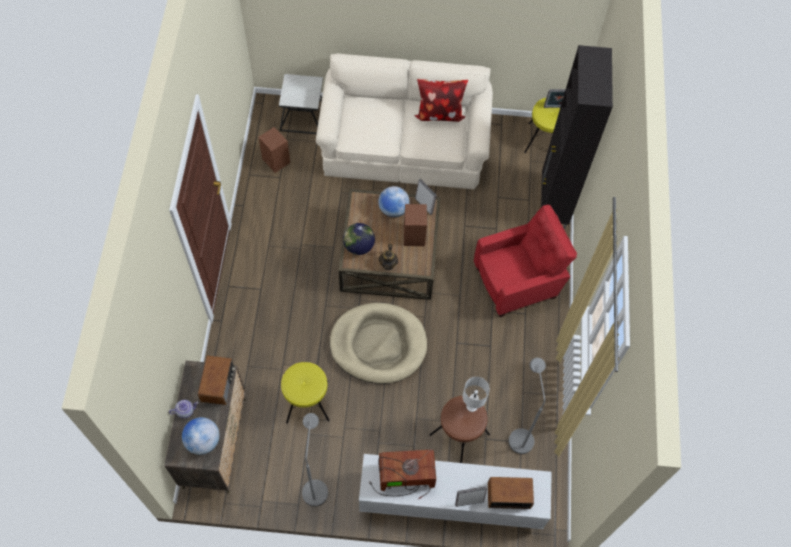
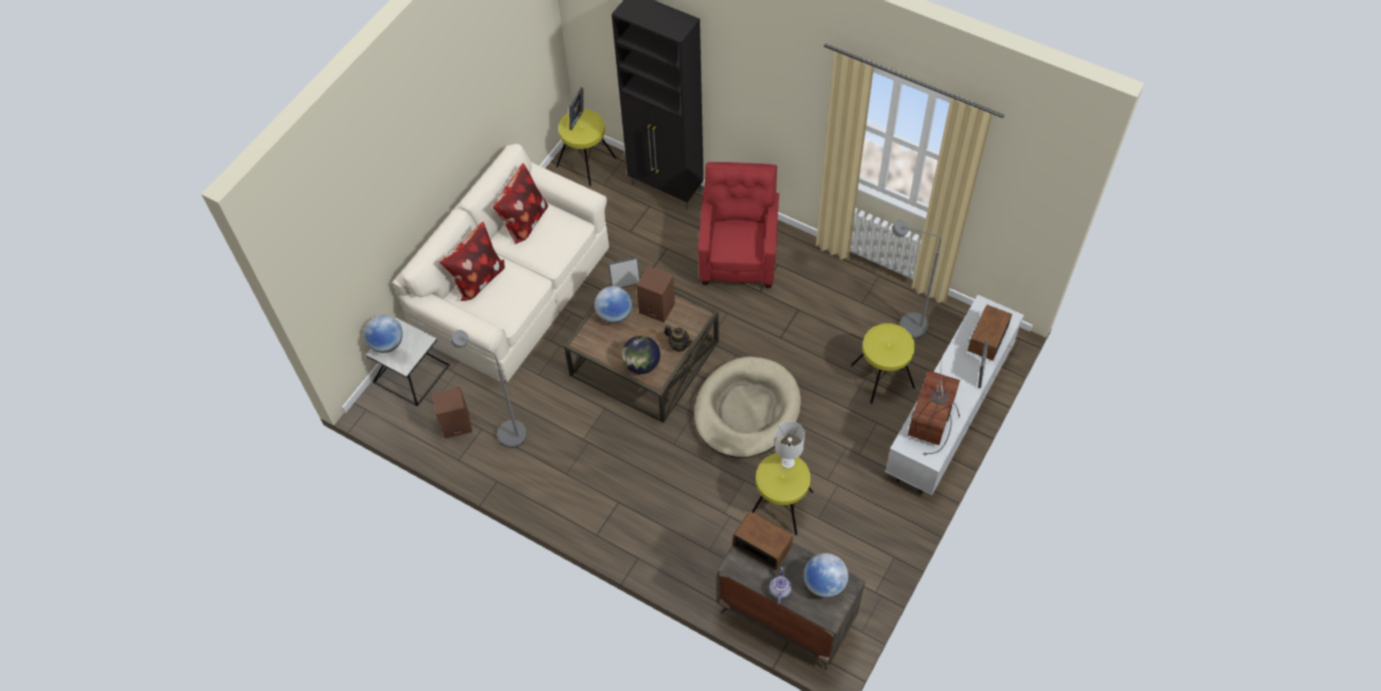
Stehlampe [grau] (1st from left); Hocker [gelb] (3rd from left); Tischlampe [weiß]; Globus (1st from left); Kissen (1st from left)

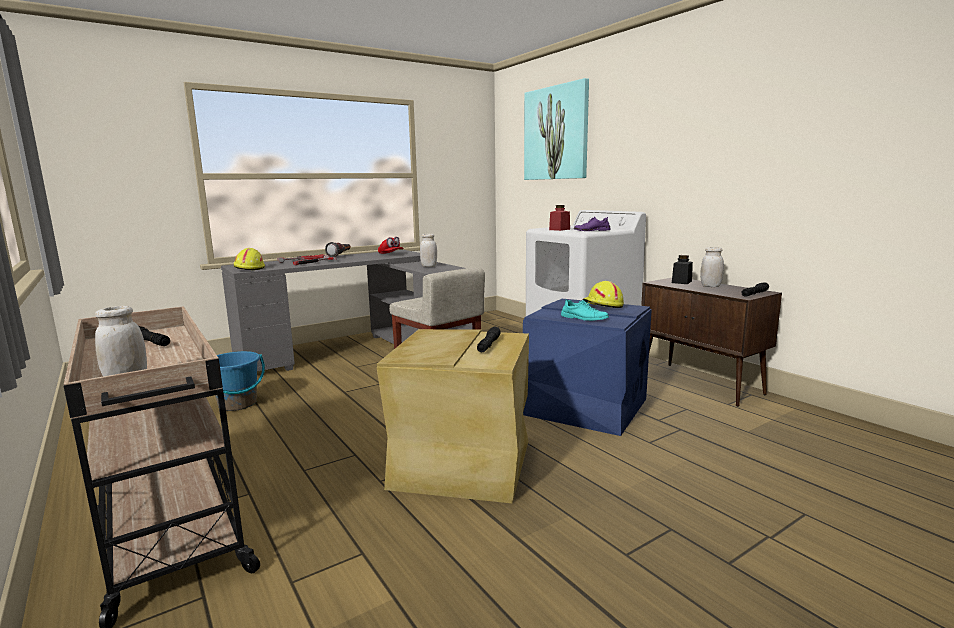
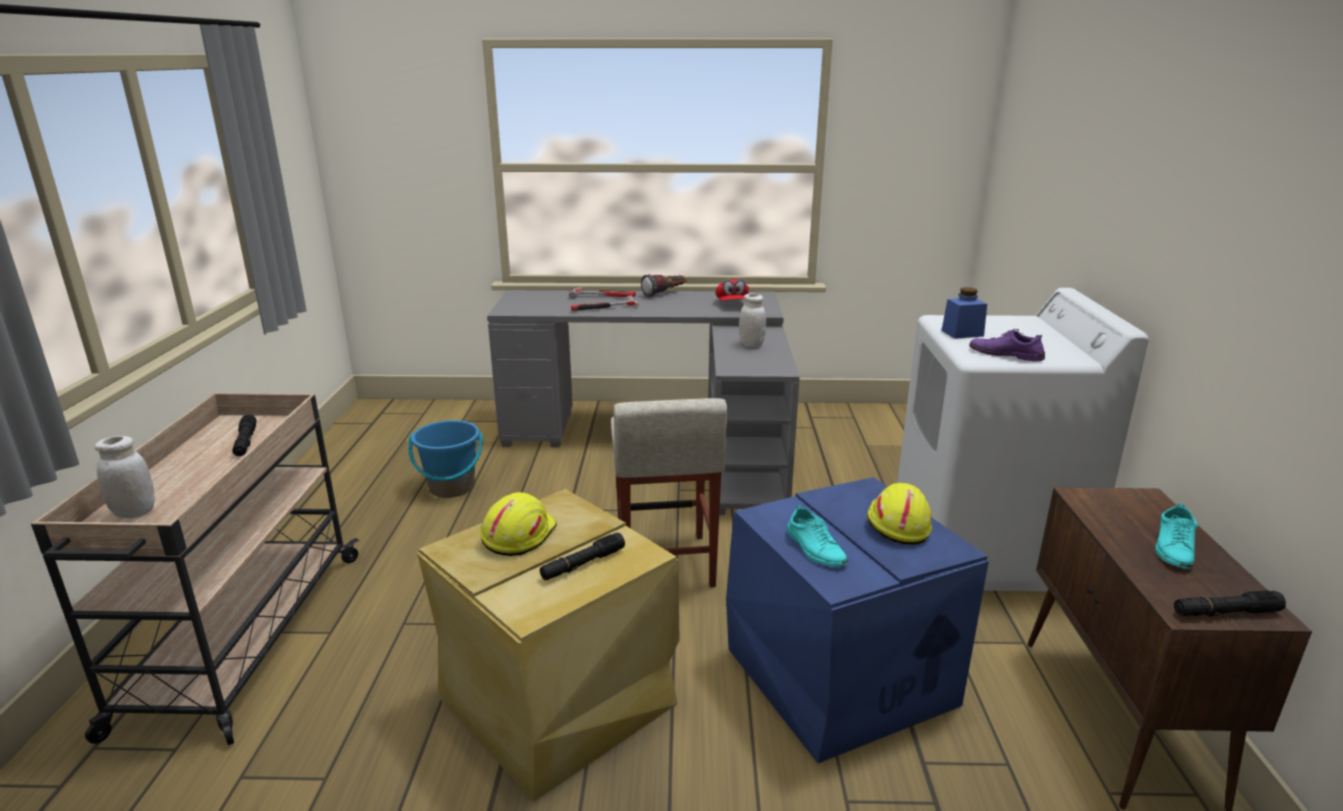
Schutzhelm [gelb] (1st from left); Bild; Vorratsglas [blau]; Vorratsglas [schwarz]; Schuh [türkis] (2nd from left)

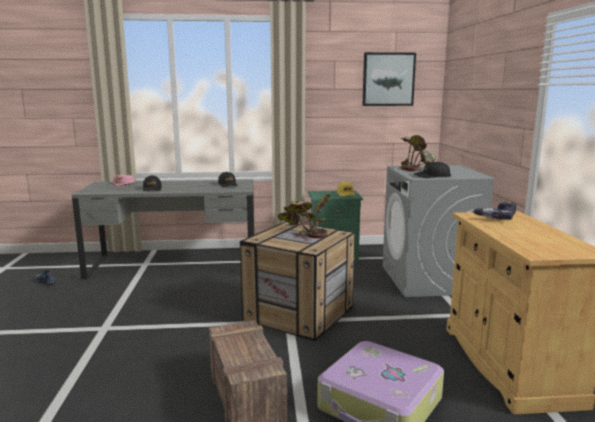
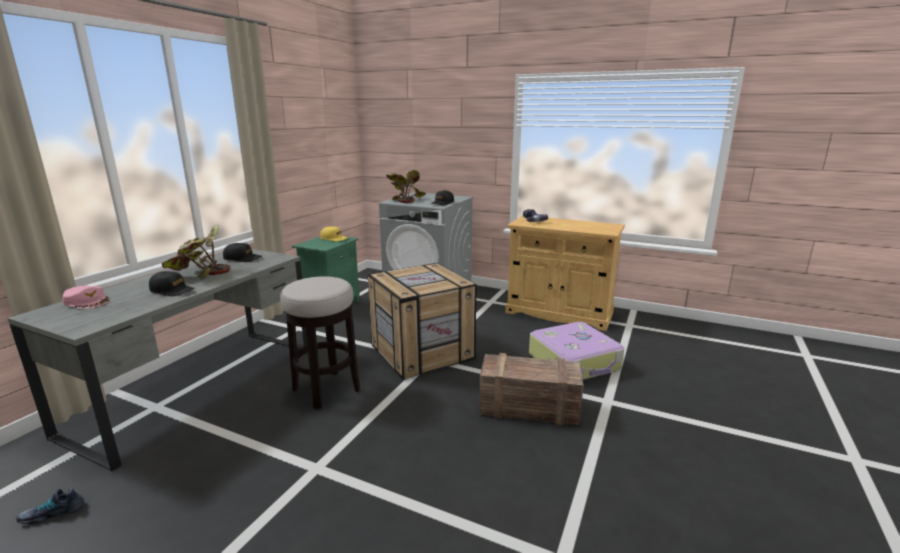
Topfpflanze (1st from left); Bild; Hocker

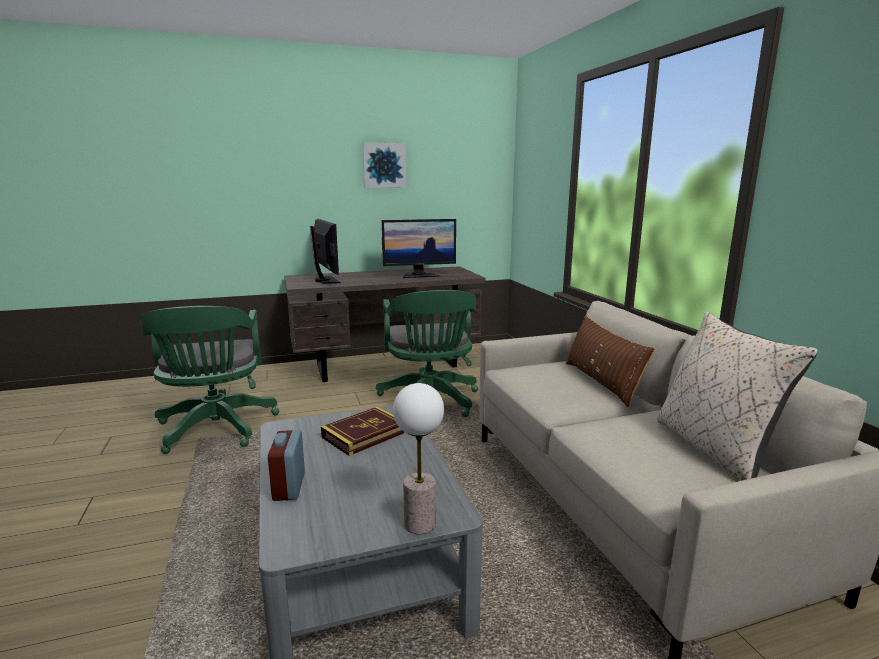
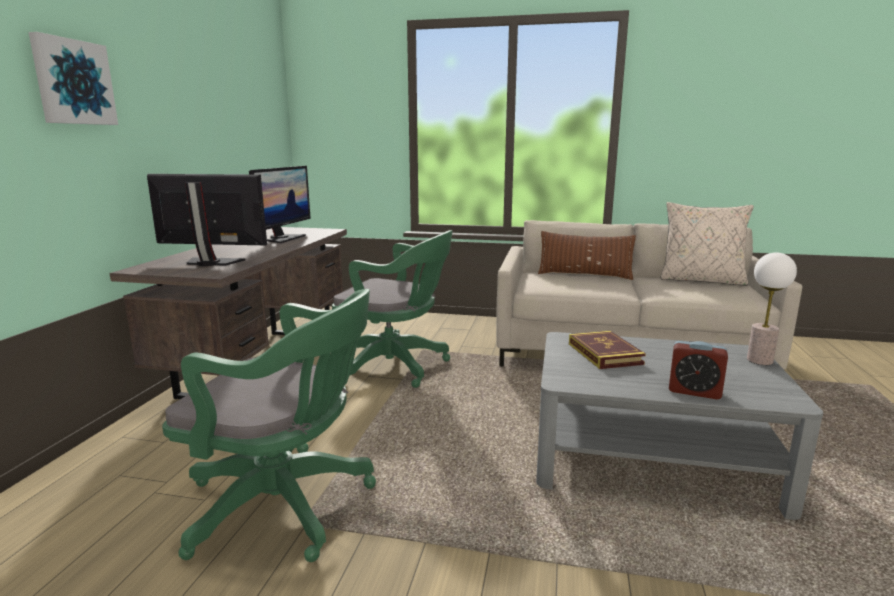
Bild

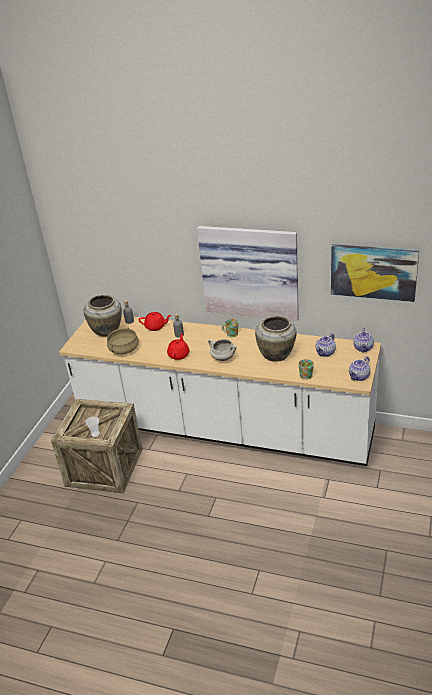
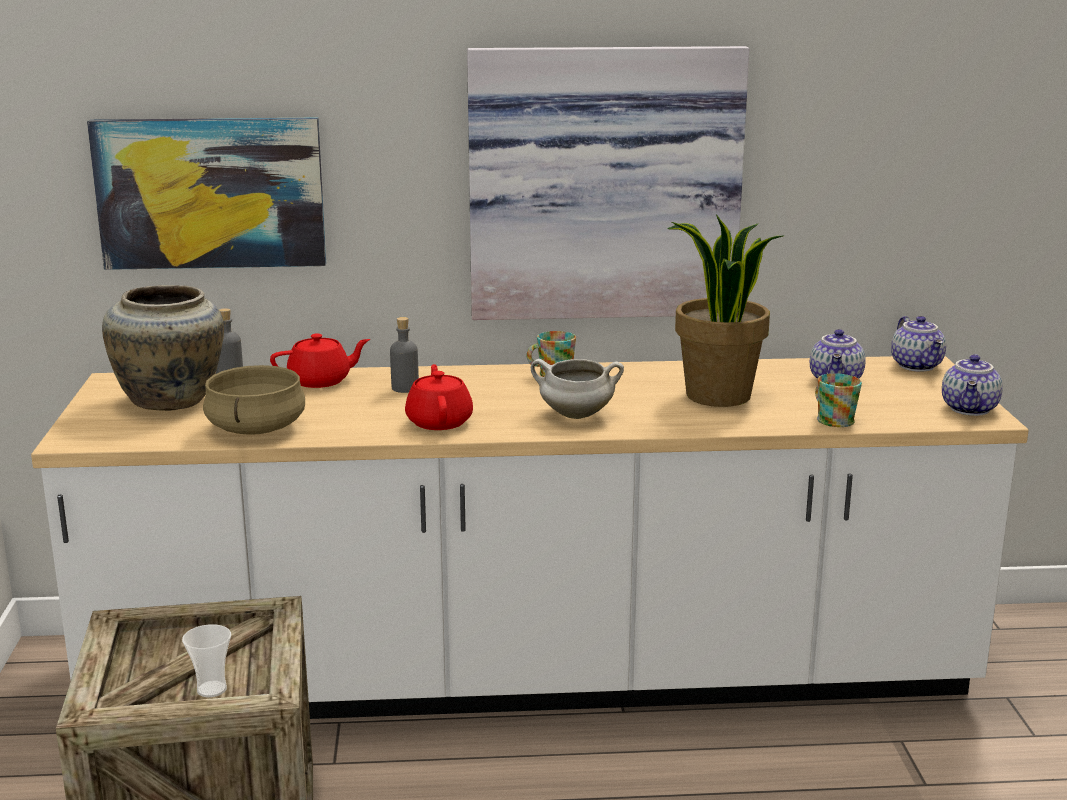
Topfpflanze; Bild (1st from left)

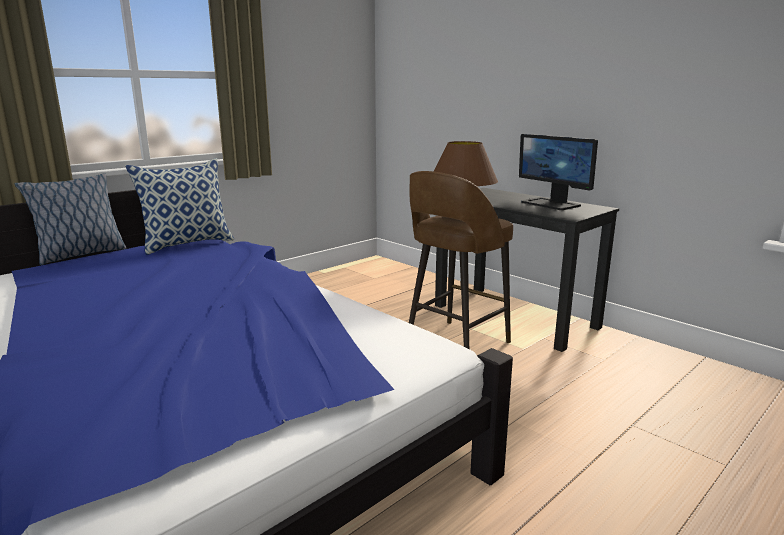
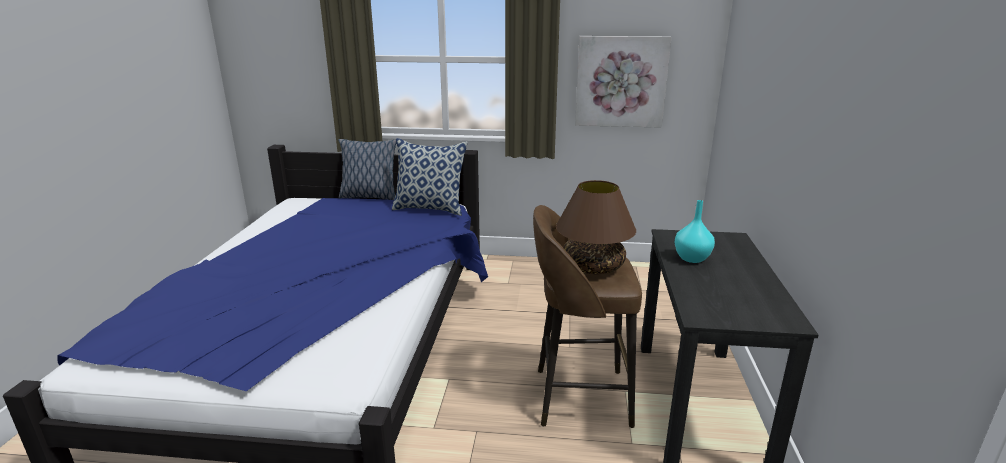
Monitor; Bild; Vase [türkis]

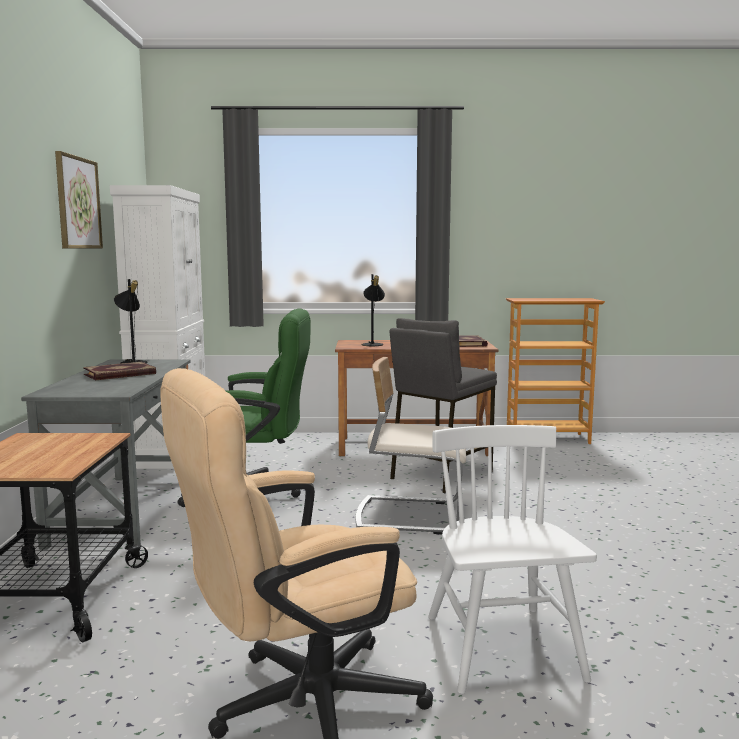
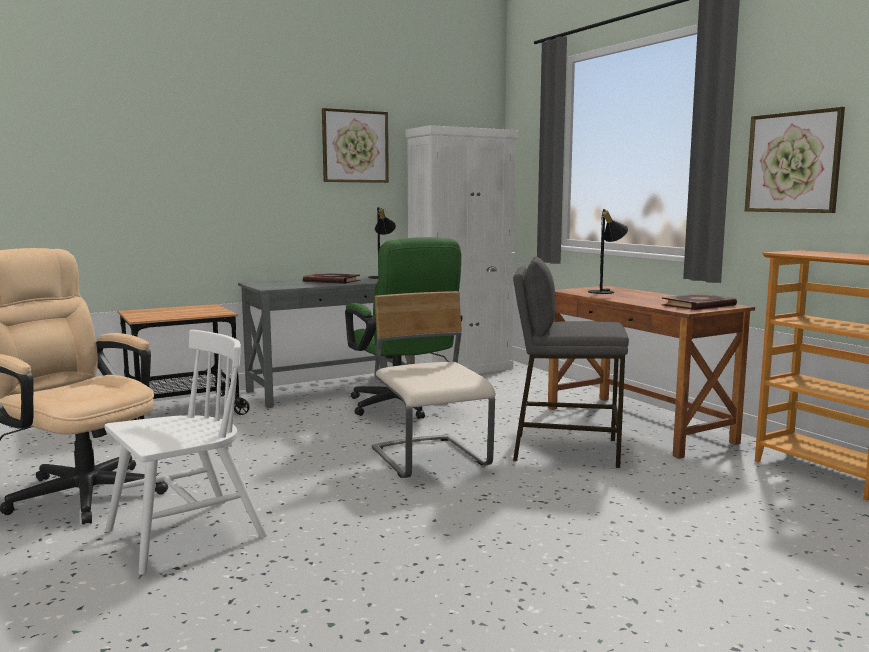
Bild (2nd from left)

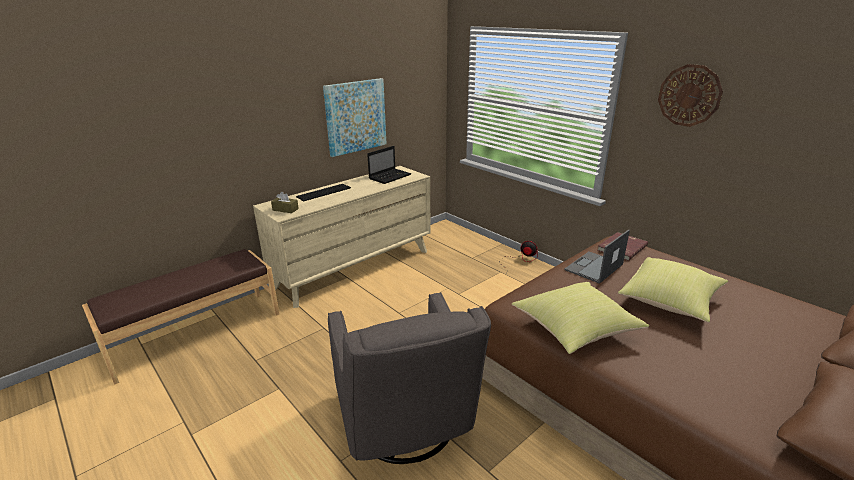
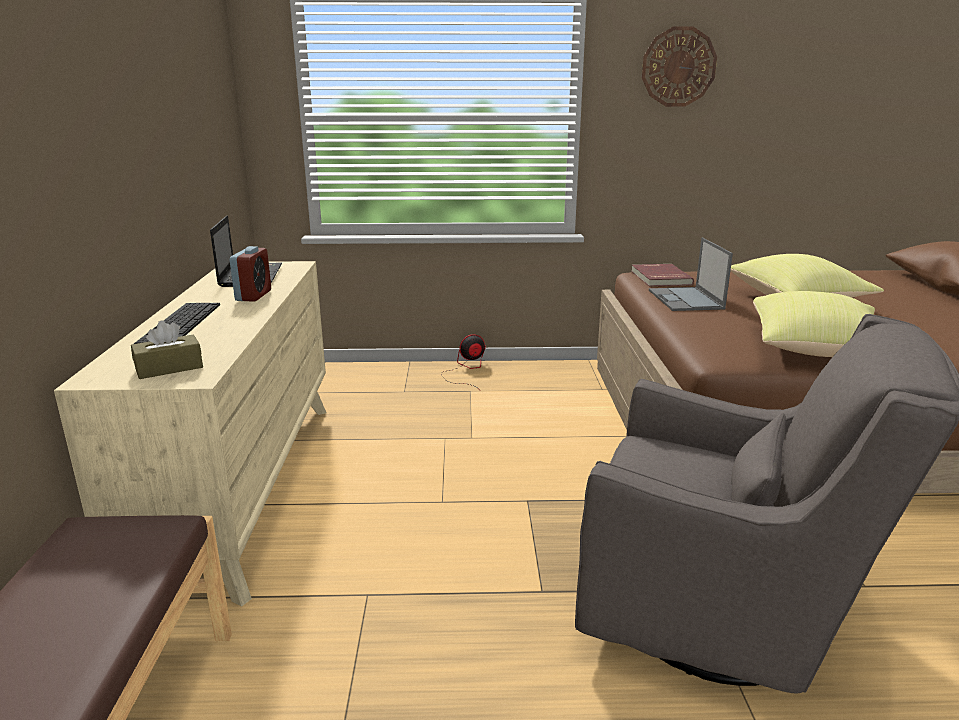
Bild; Wecker

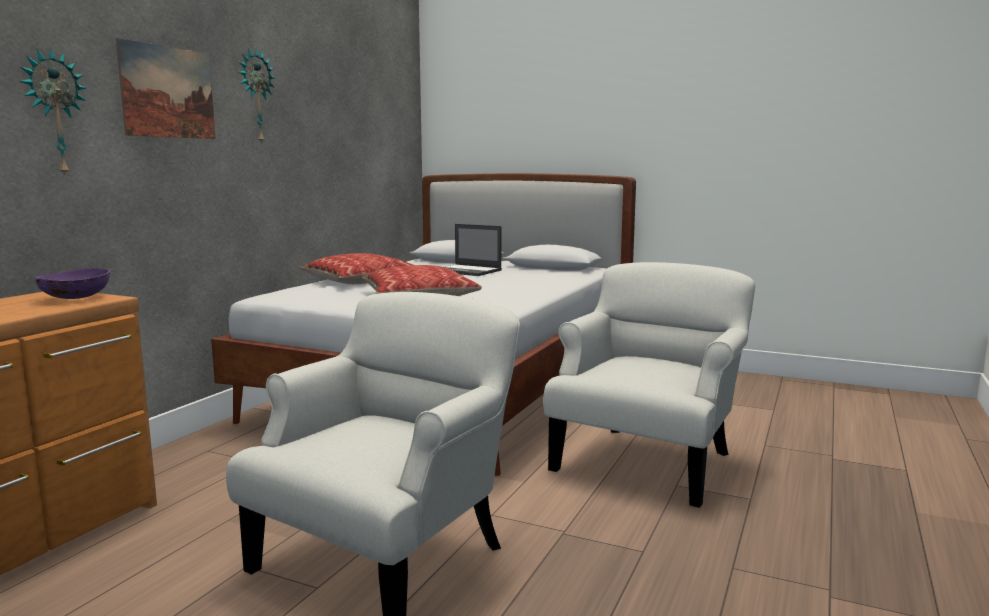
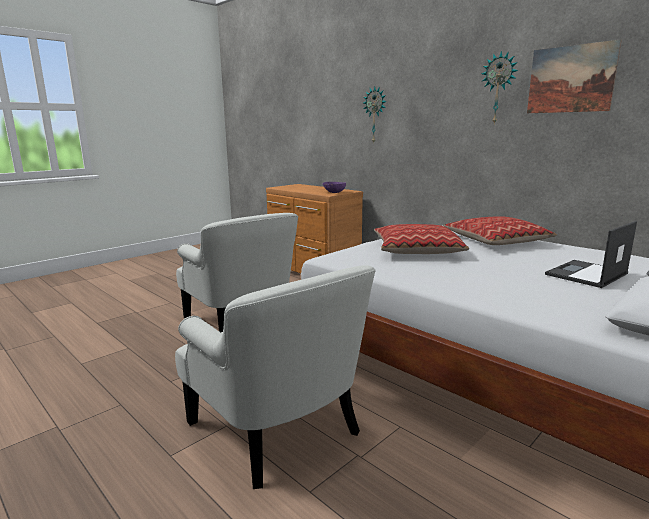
Bild

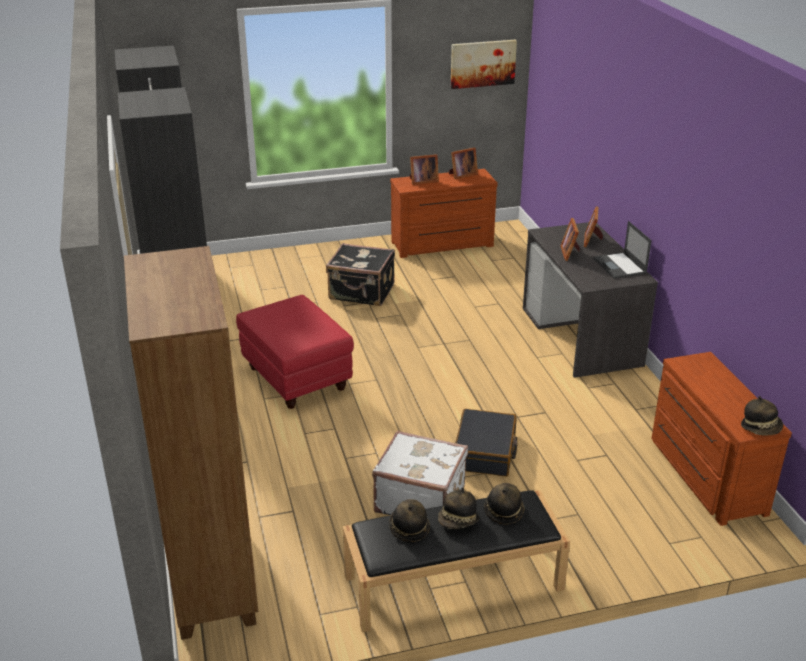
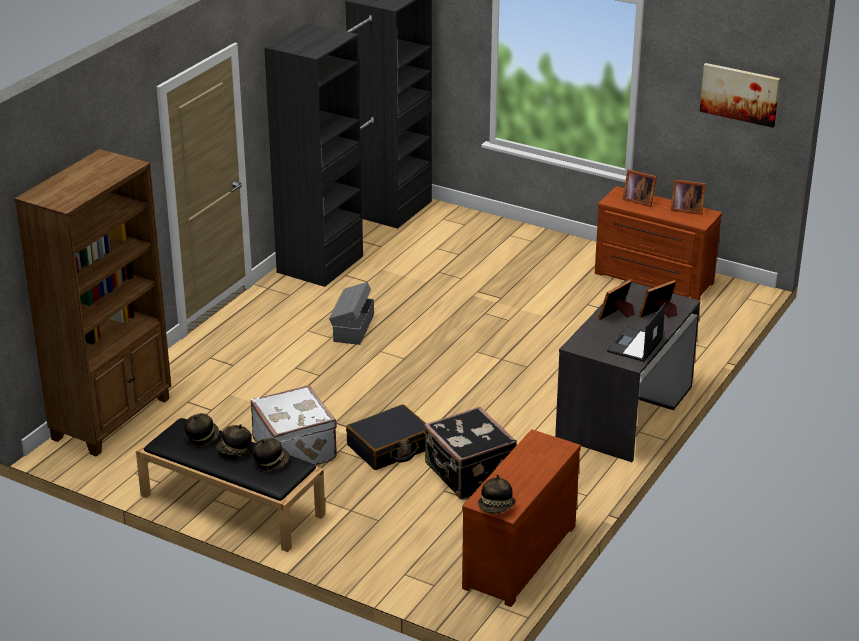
Aufbewahrungsbox [grau]; Koffer [schwarz] (2nd from left)

